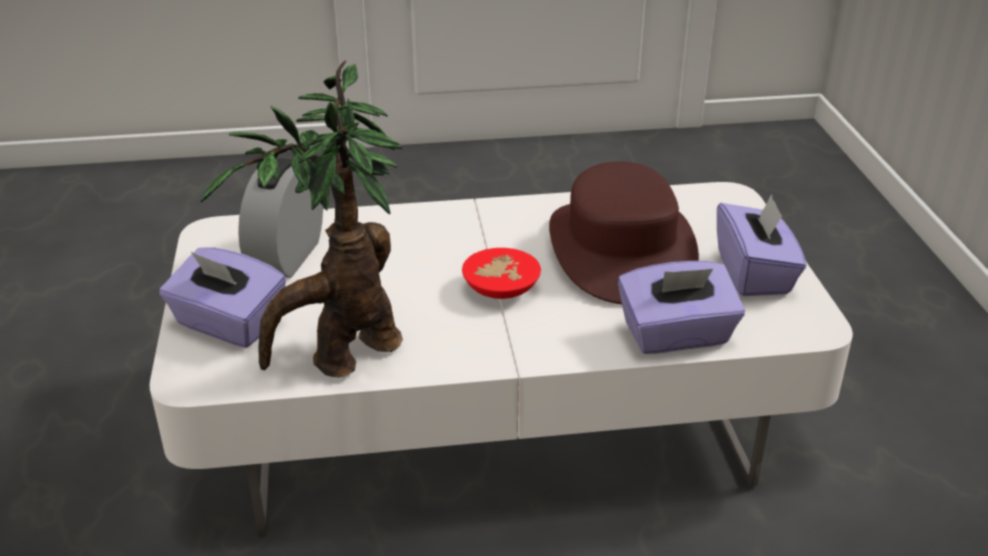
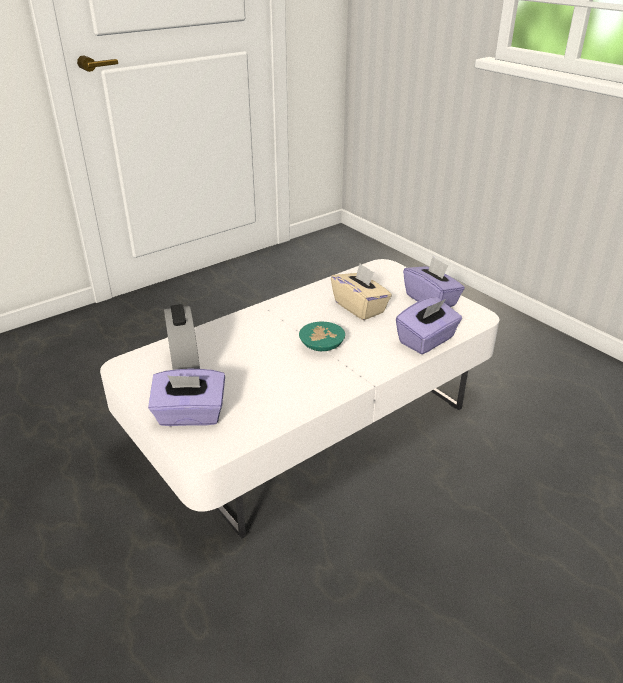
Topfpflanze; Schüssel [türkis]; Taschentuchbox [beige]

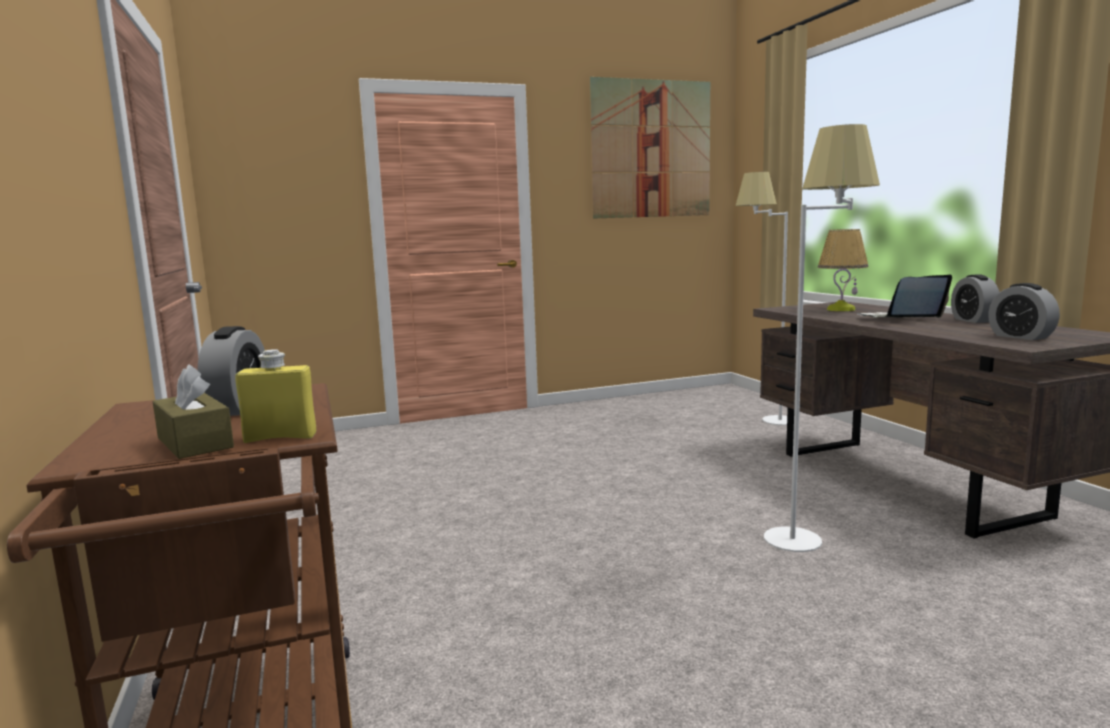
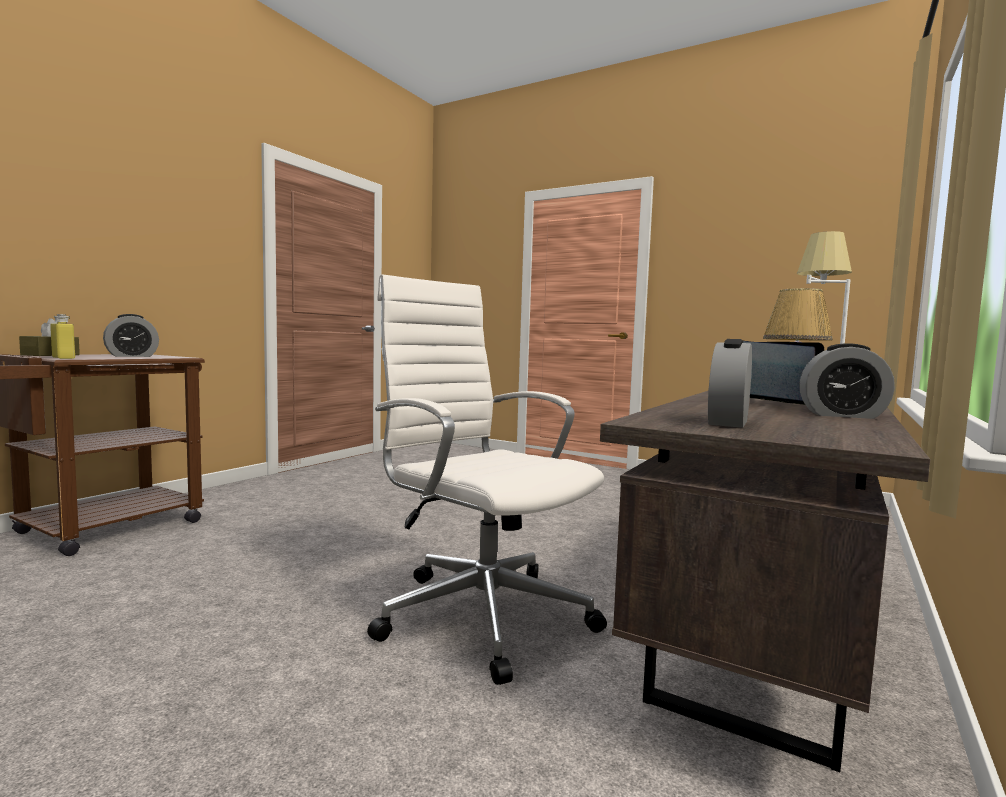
Bild; Bürostuhl [weiß]; Wecker (3rd from left)

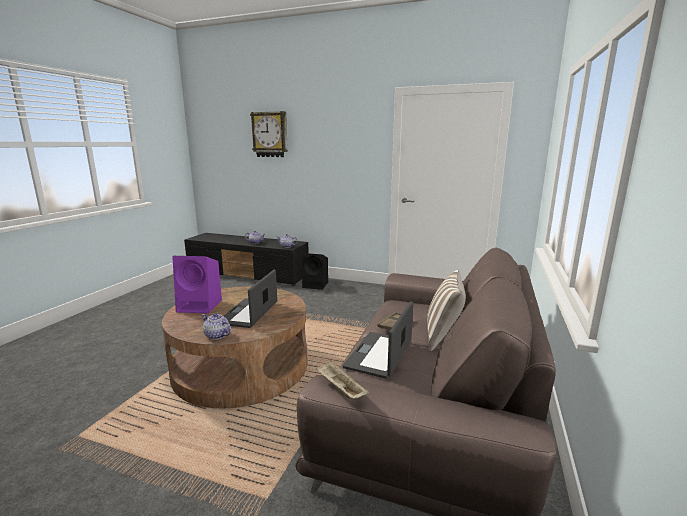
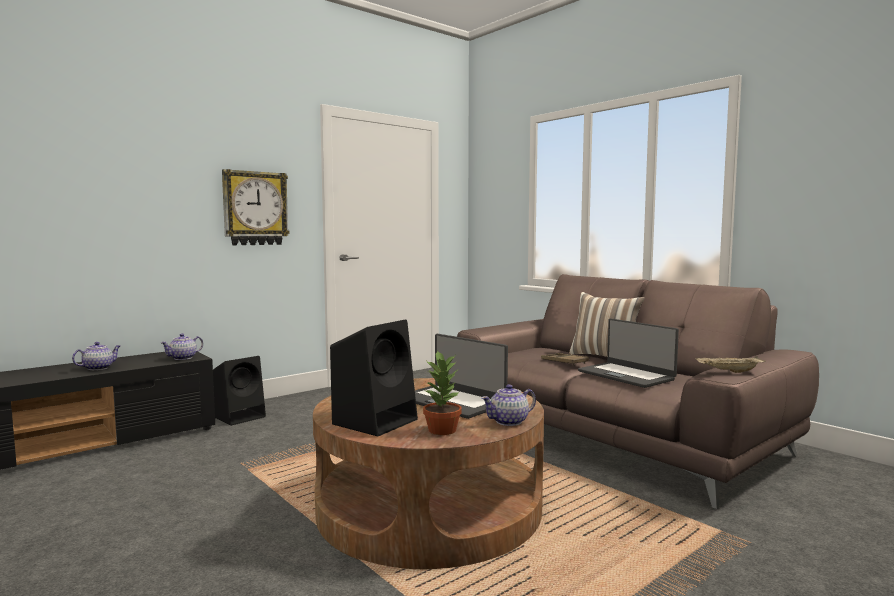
Lautsprecher [schwarz] (2nd from left); Wanduhr; Topfpflanze

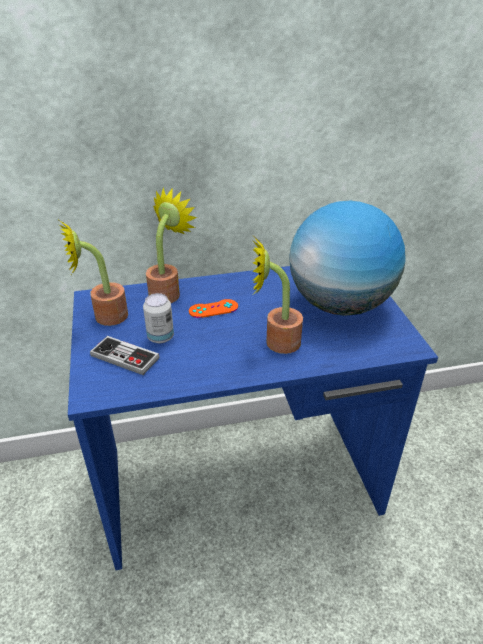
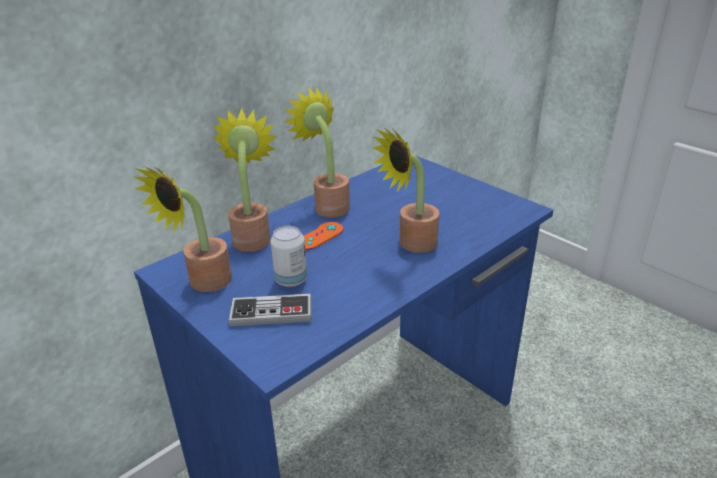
Globus; Topfpflanze (3rd from left)

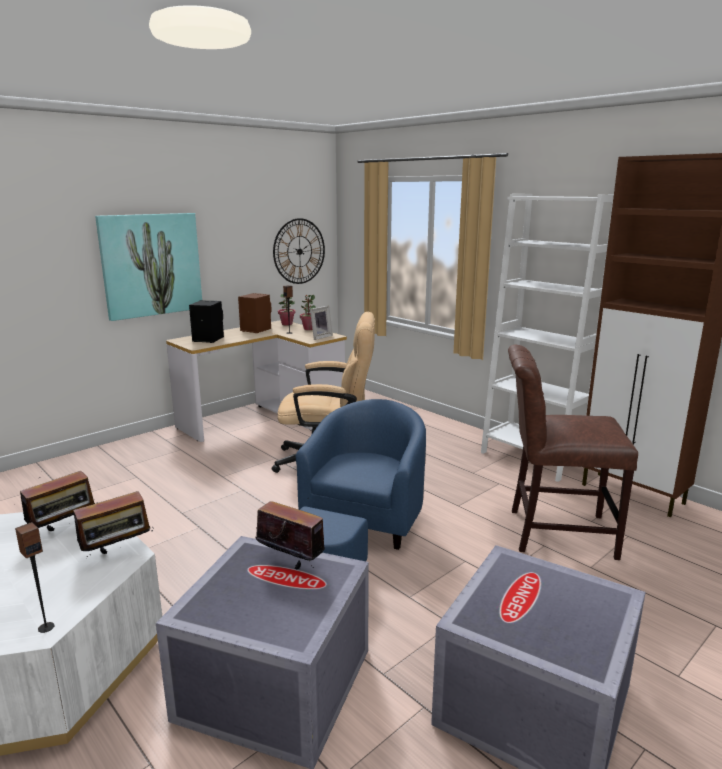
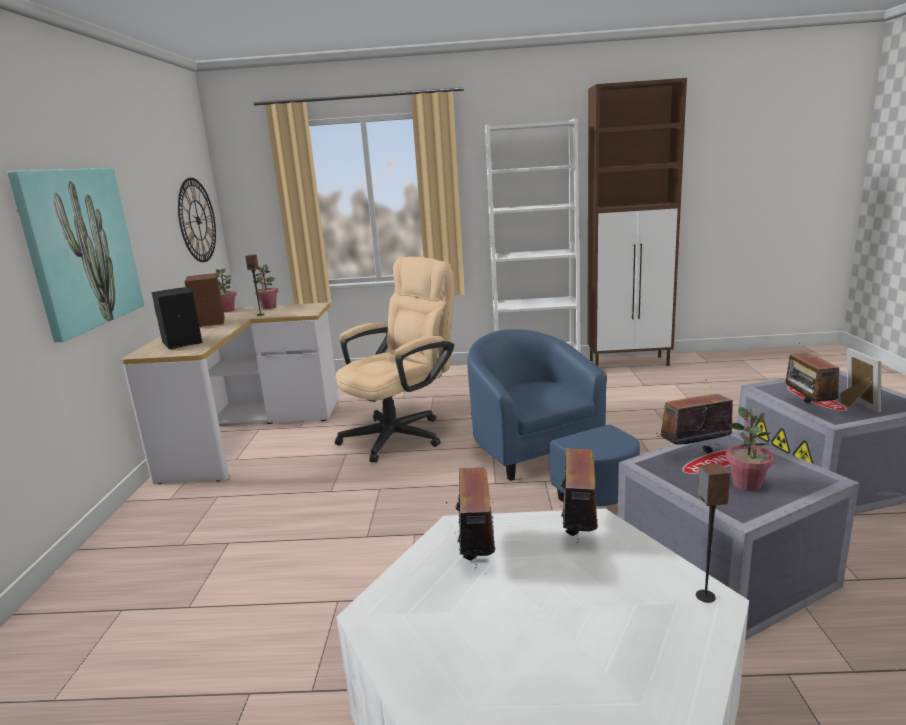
Bilderrahmen; Stuhl [braun]; Topfpflanze (3rd from left); Radio (4th from left)

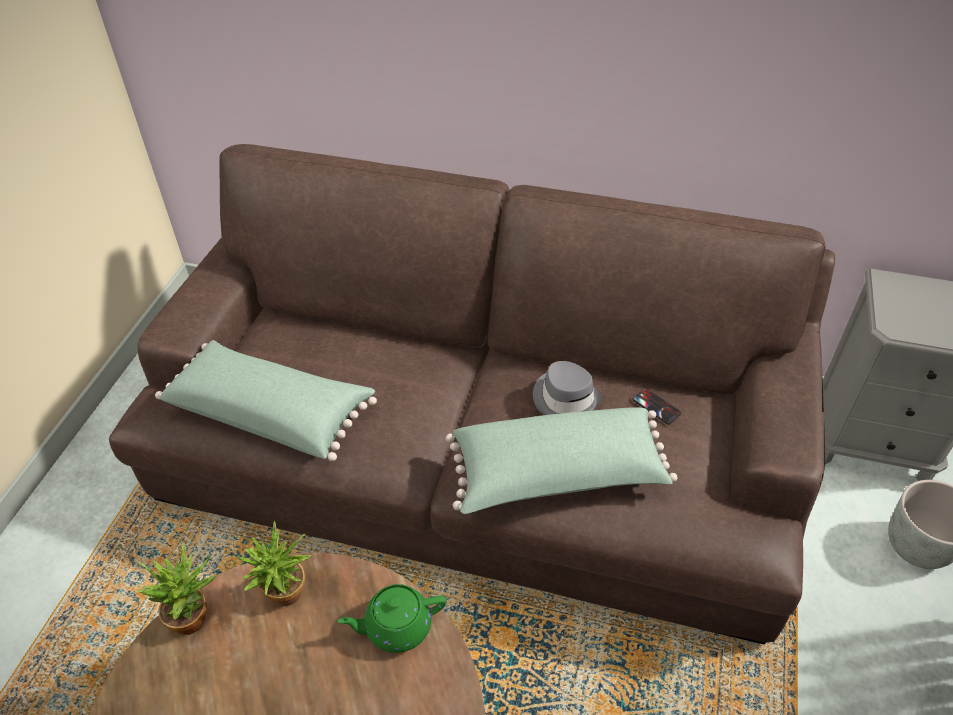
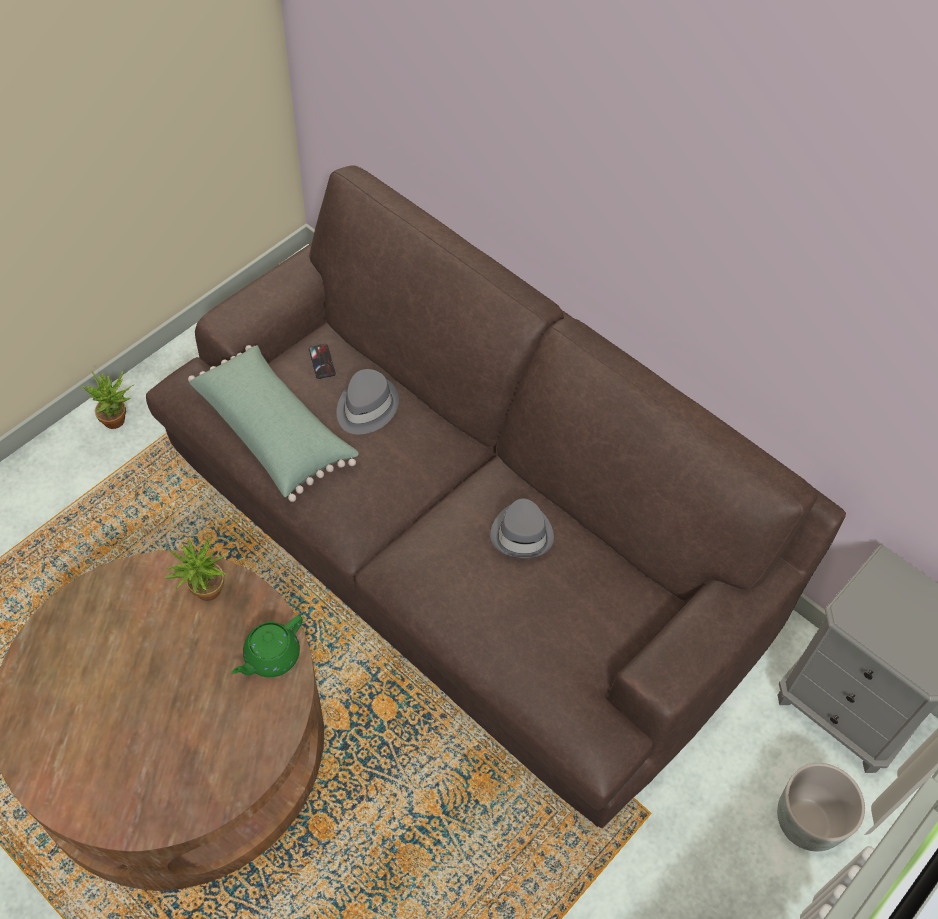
Topfpflanze (1st from left); Teekanne [grün]; Kissen [grün] (2nd from left in the first image); Handy; Hut [grau] (1st from left)

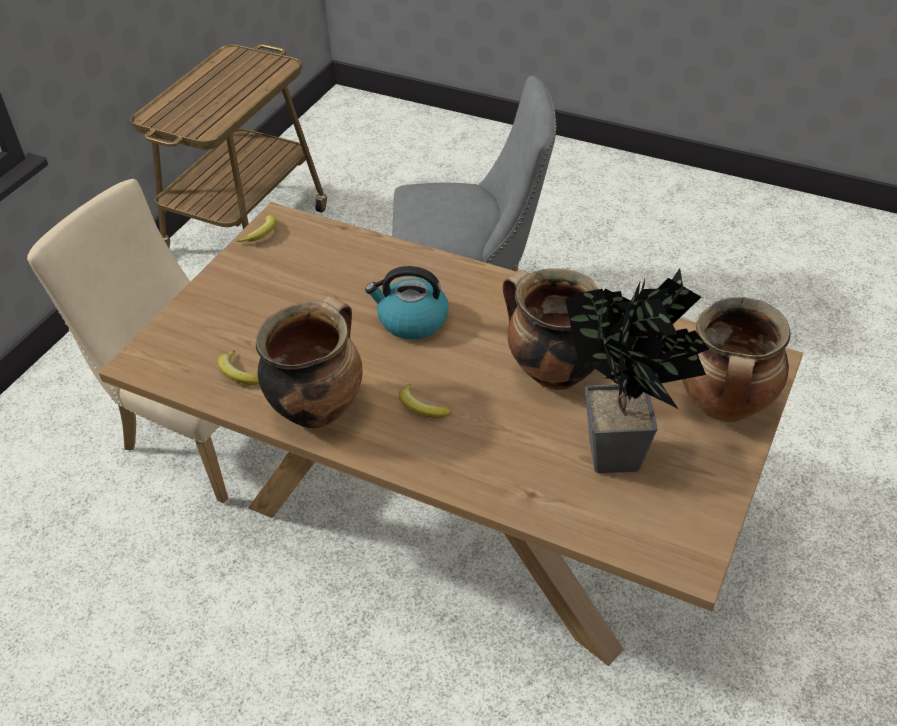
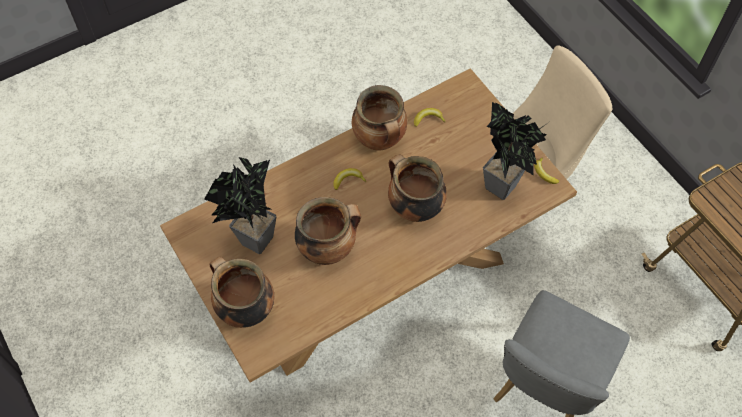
Kochtopf (4th from left); Topfpflanze (2nd from left)

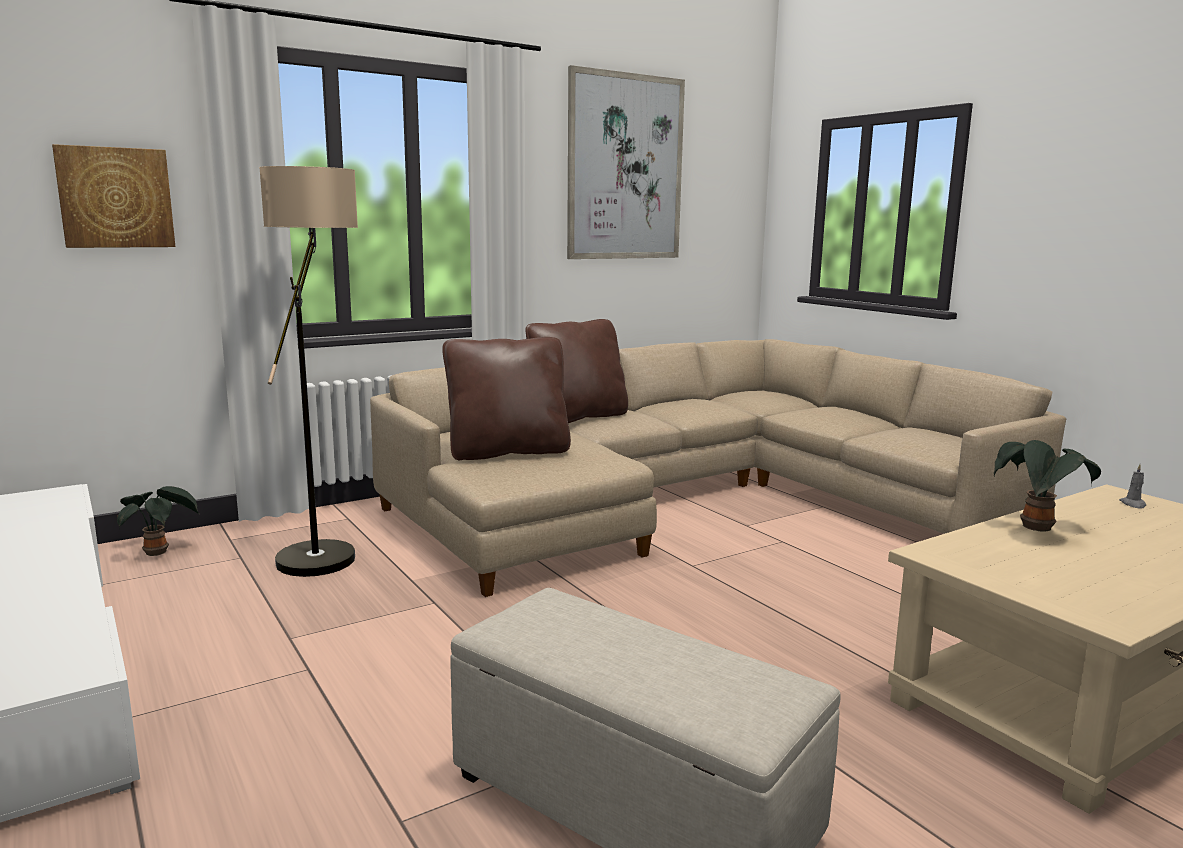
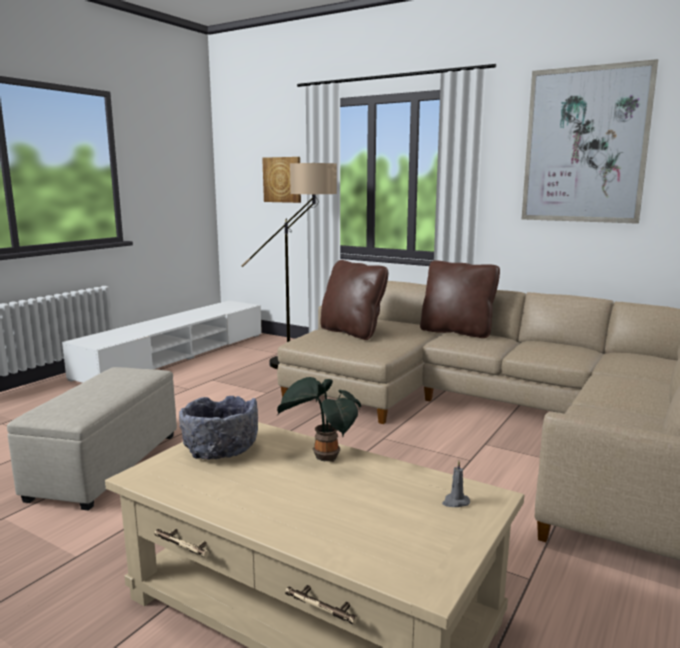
Topfpflanze (1st from left in the first image); Schüssel [grau]

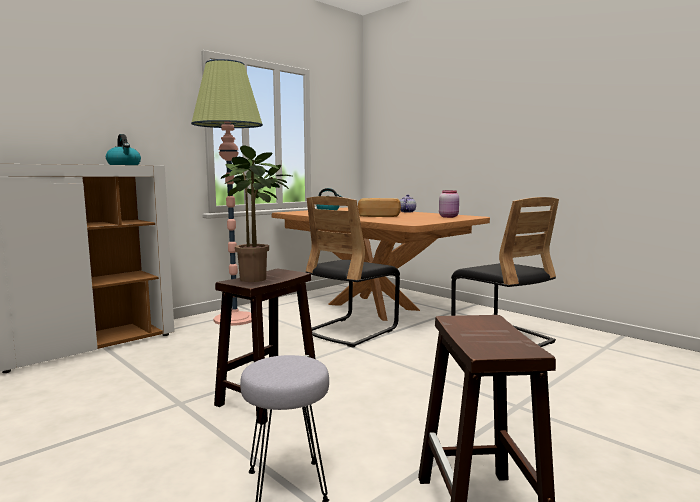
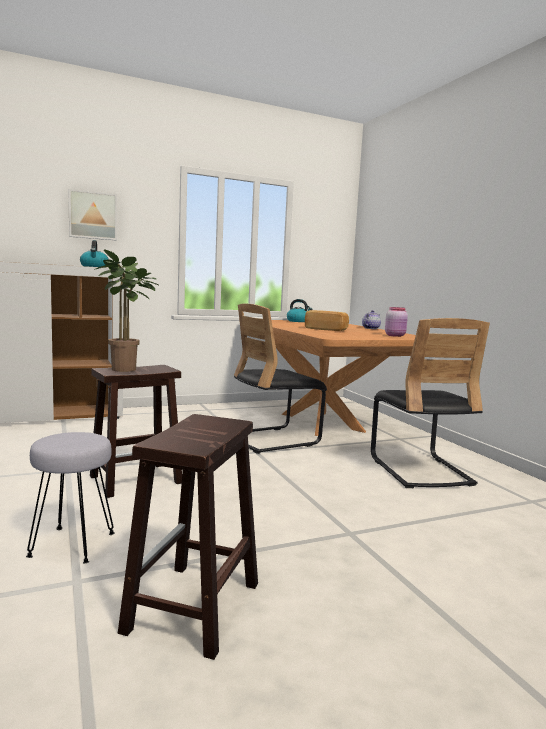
Stehlampe; Bild

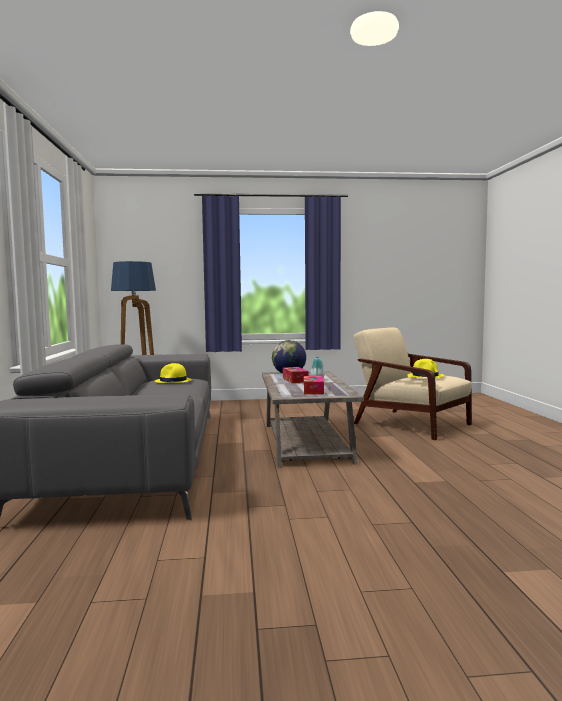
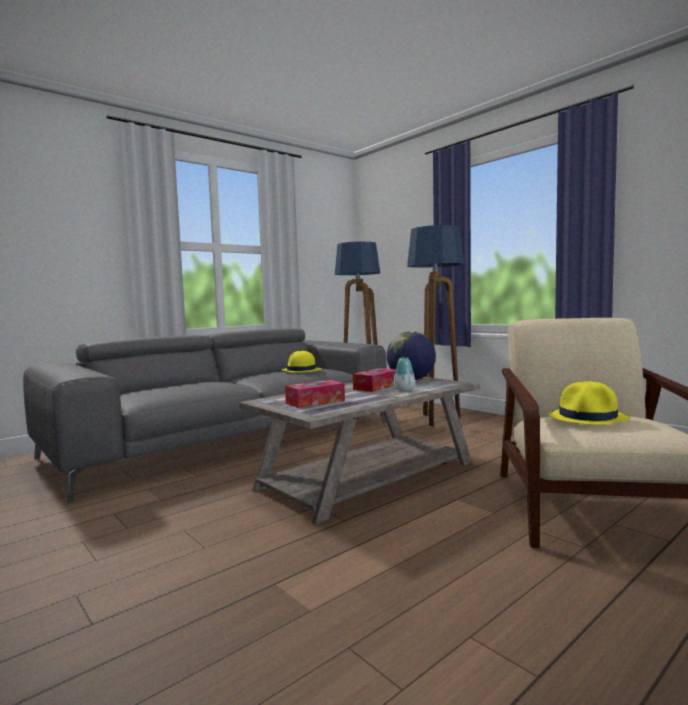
Stehlampe (2nd from left)

